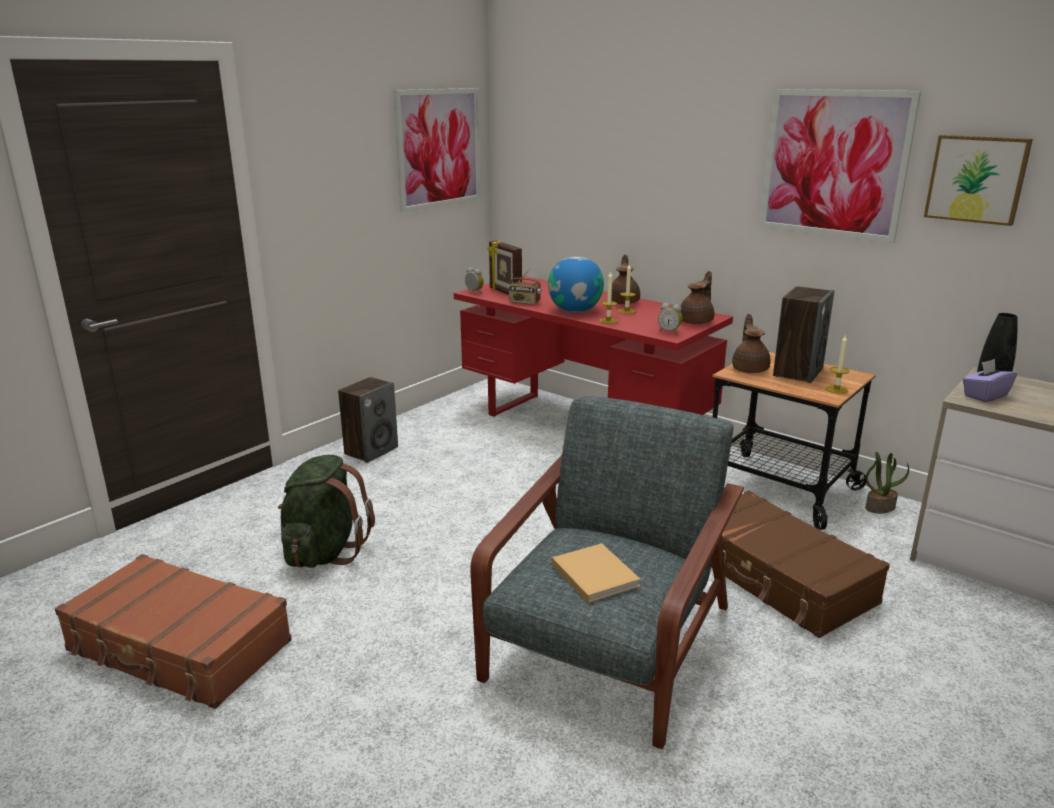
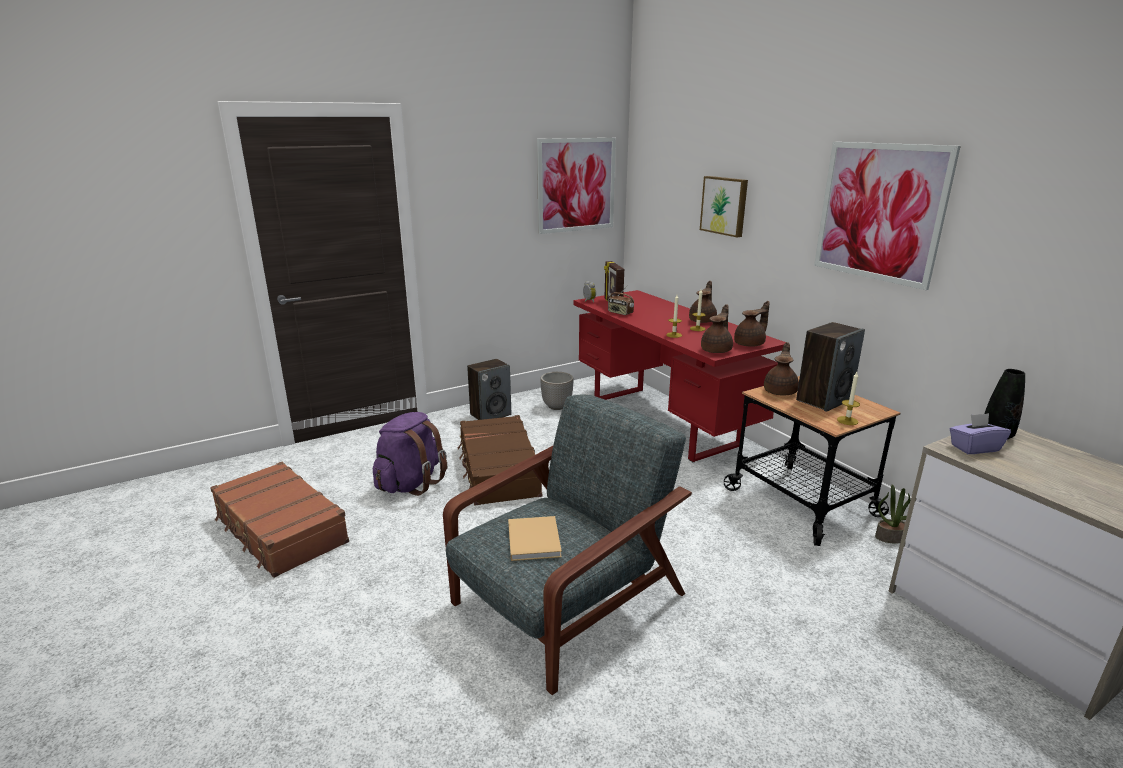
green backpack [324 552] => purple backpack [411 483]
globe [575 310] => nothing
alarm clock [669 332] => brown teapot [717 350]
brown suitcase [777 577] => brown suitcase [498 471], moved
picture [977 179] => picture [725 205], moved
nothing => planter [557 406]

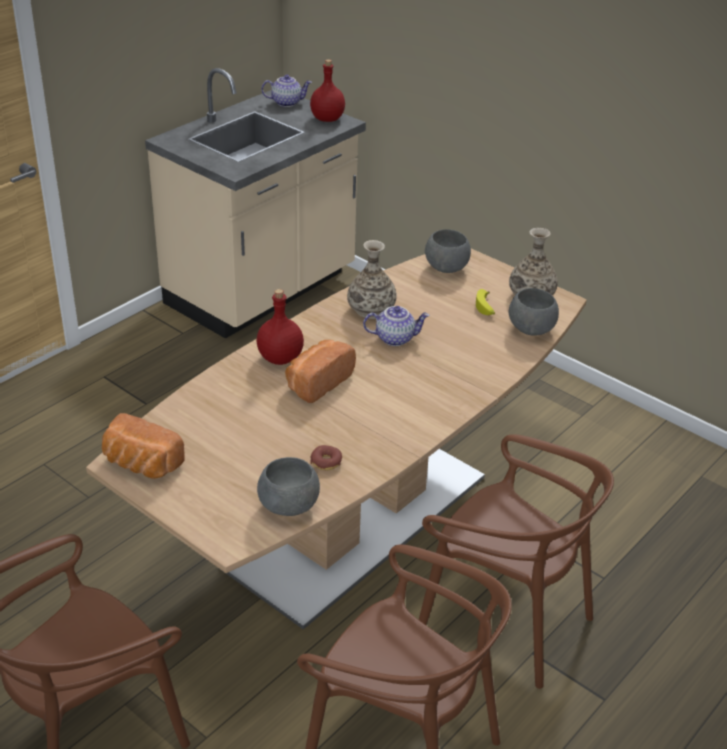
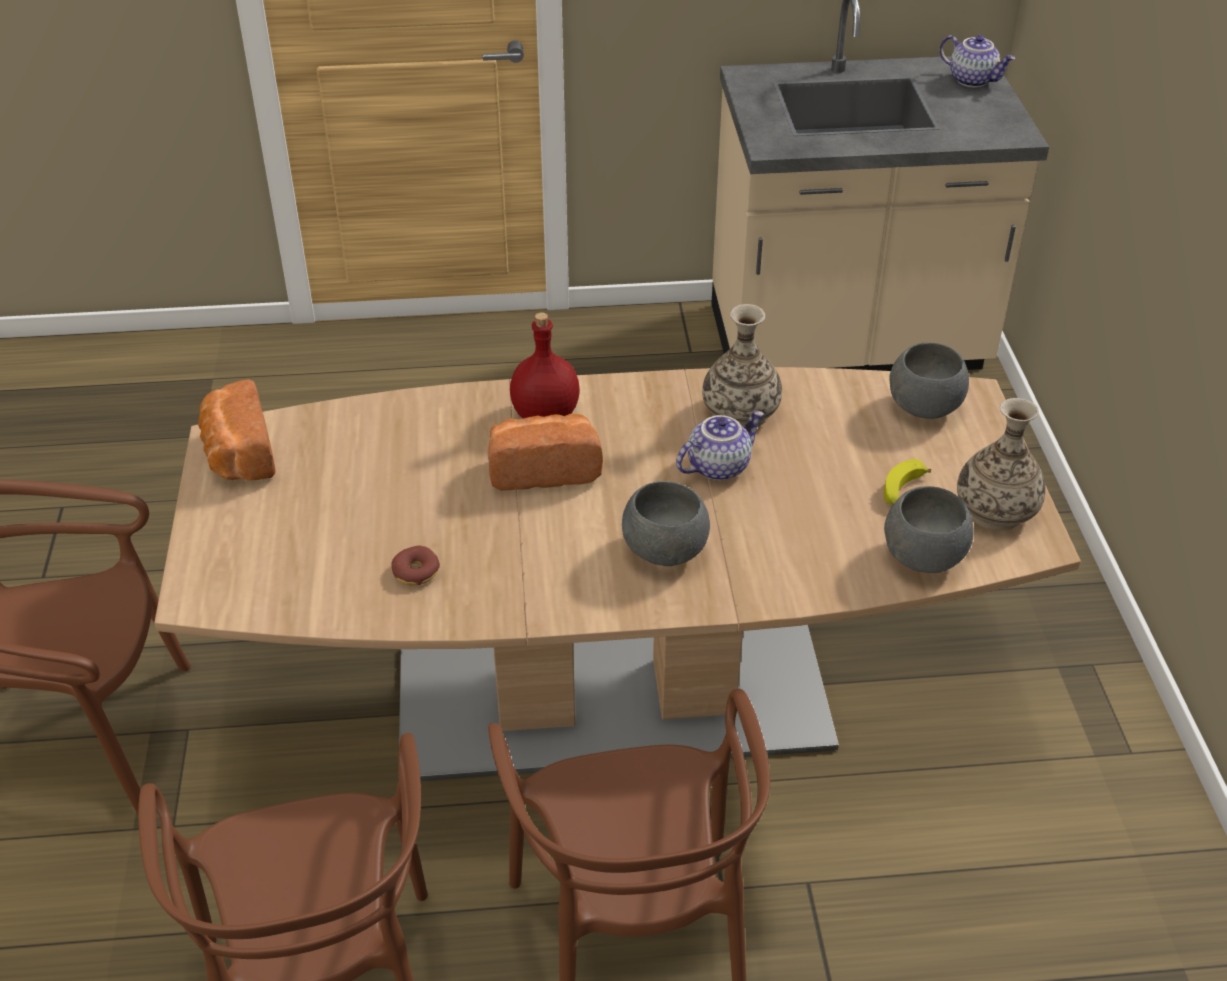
grey bowl [289 507] => grey bowl [664 552], moved
red bottle [328 119] => nothing
teapot [395 338] => teapot [718 466], 75 degrees counterclockwise

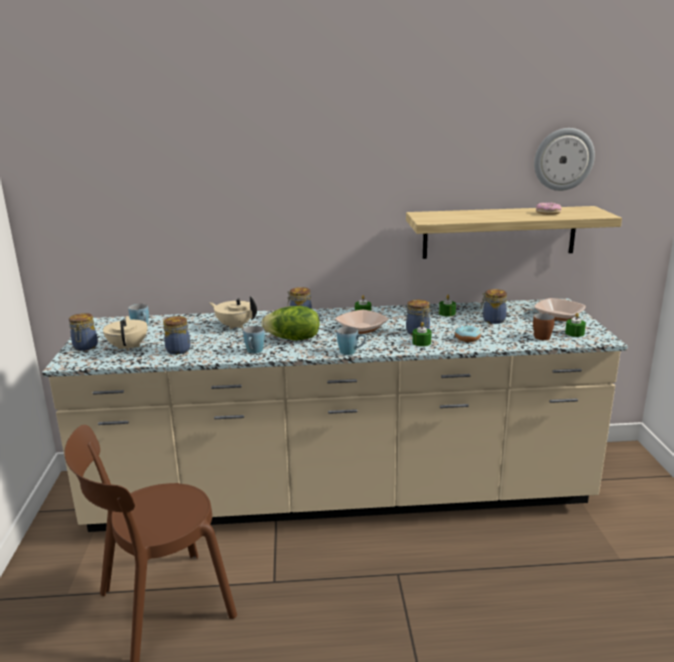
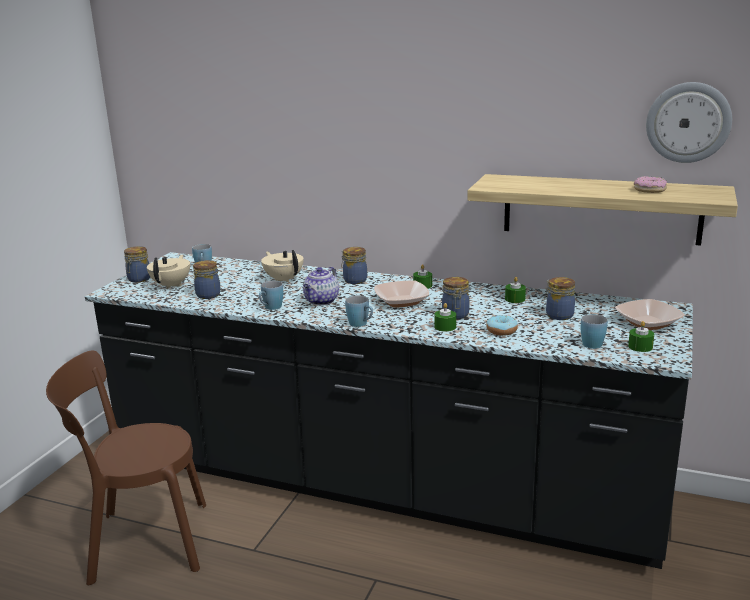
beige counter [340 493] => black counter [380 482]
lettuce [293 339] => teapot [321 301]
brown mug [540 336] => blue mug [592 342]

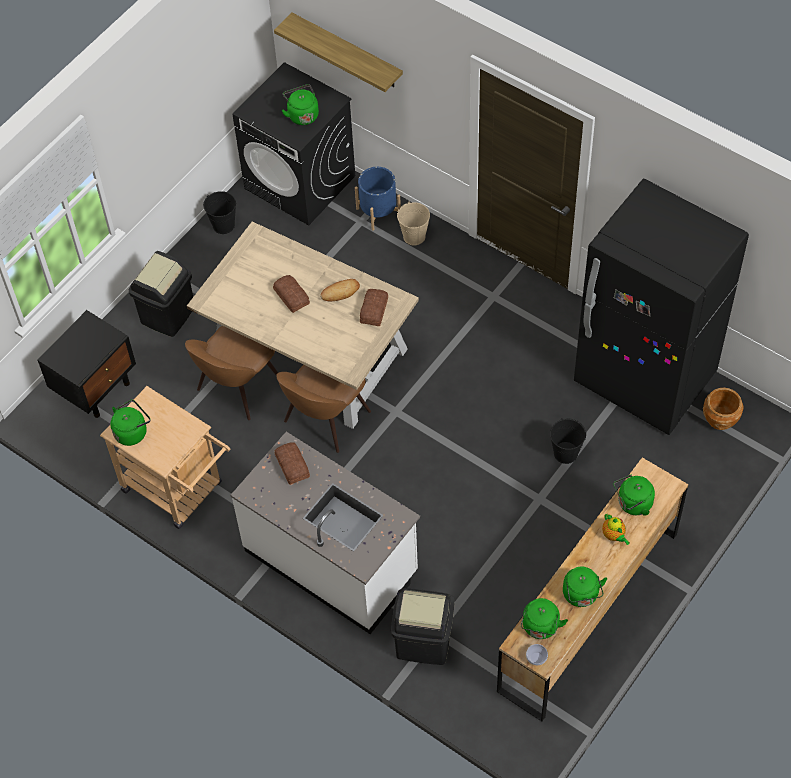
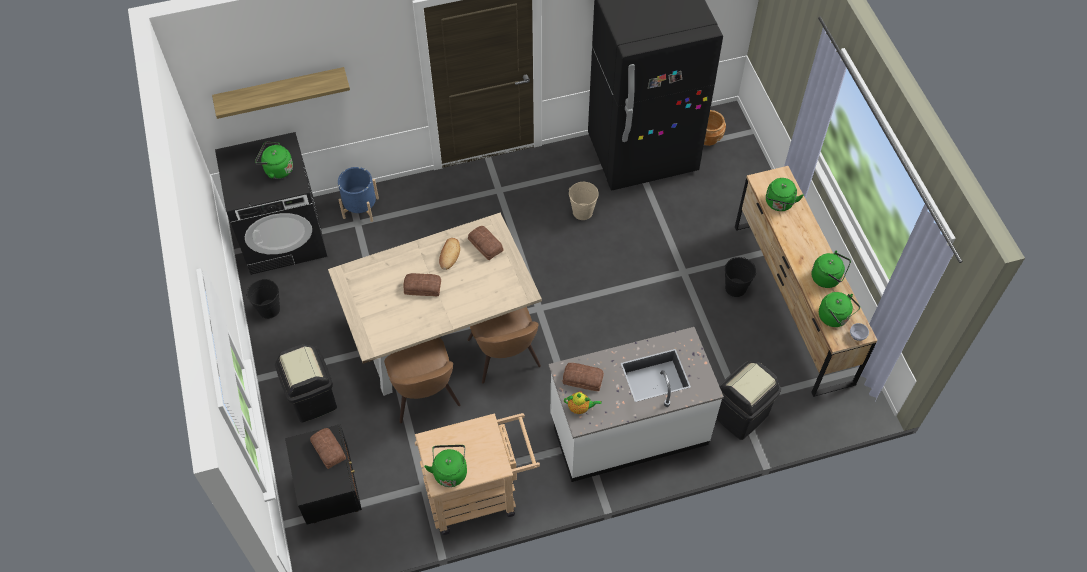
beige bucket [414 236] => beige bucket [582 211], moved
black bucket [565 453] => black bucket [735 288], moved
teapot [614 535] => teapot [580 408], moved
nothing => bread [328 450]

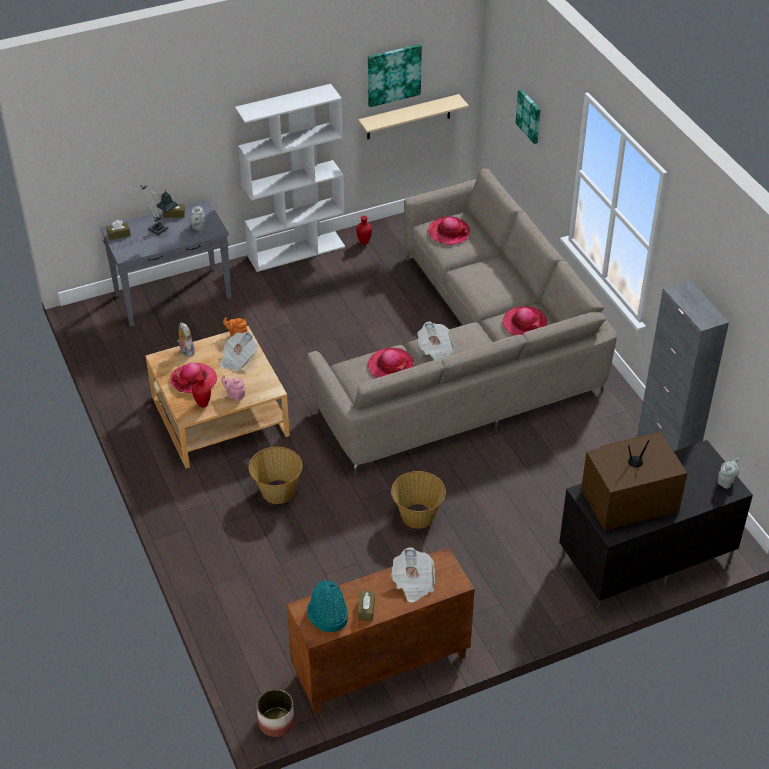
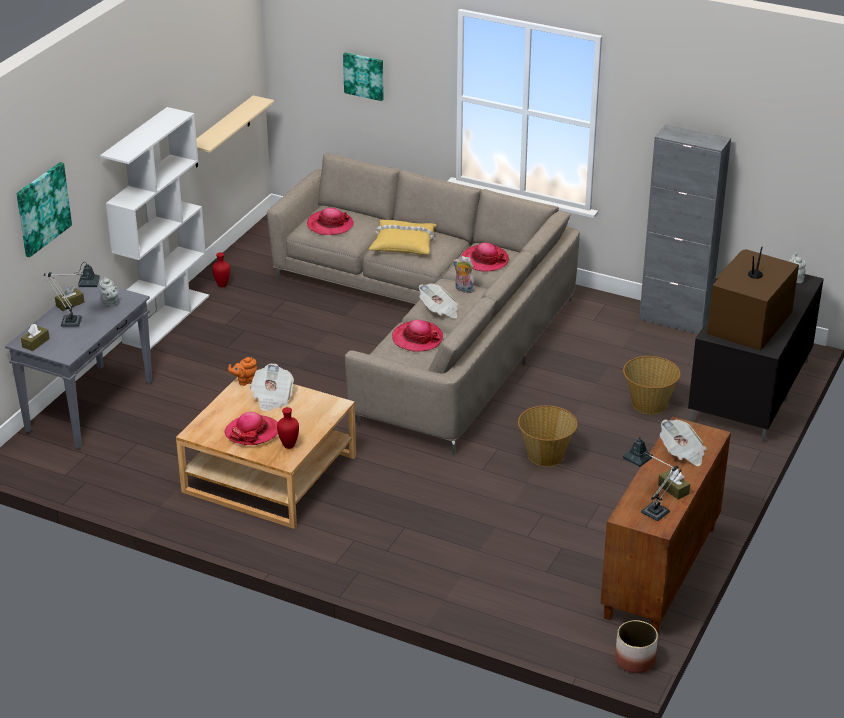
plush toy [186 351] => plush toy [463 290], moved
pink teapot [235 395] => nothing
basket [277 491] => basket [648 404], moved
turquoise hat [327 614] => table lamp [649 510]
picture [393 74] => picture [42 208], moved
nothing => yellow pillow [403 243]

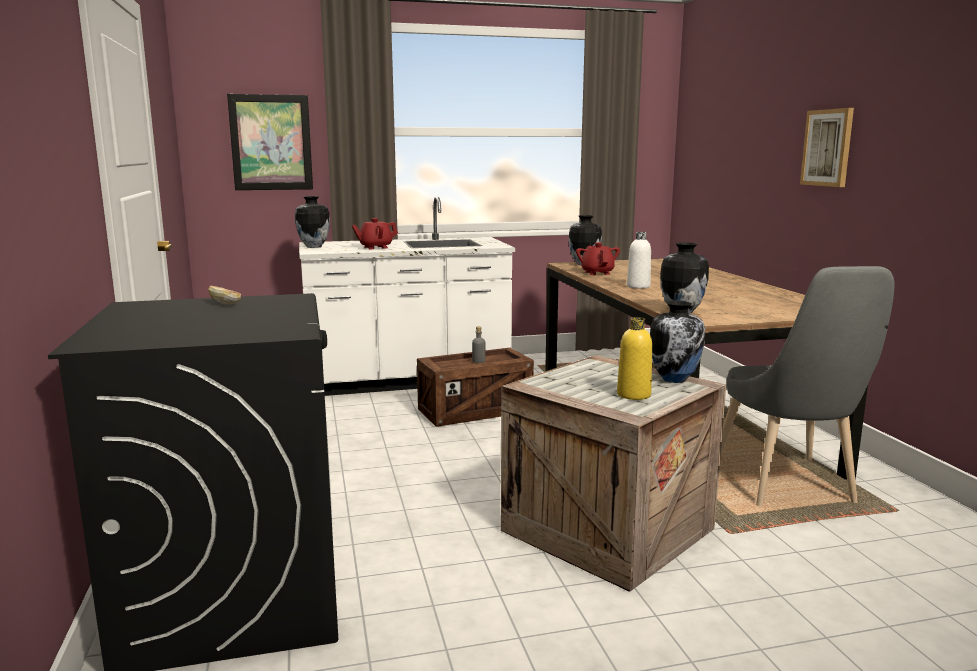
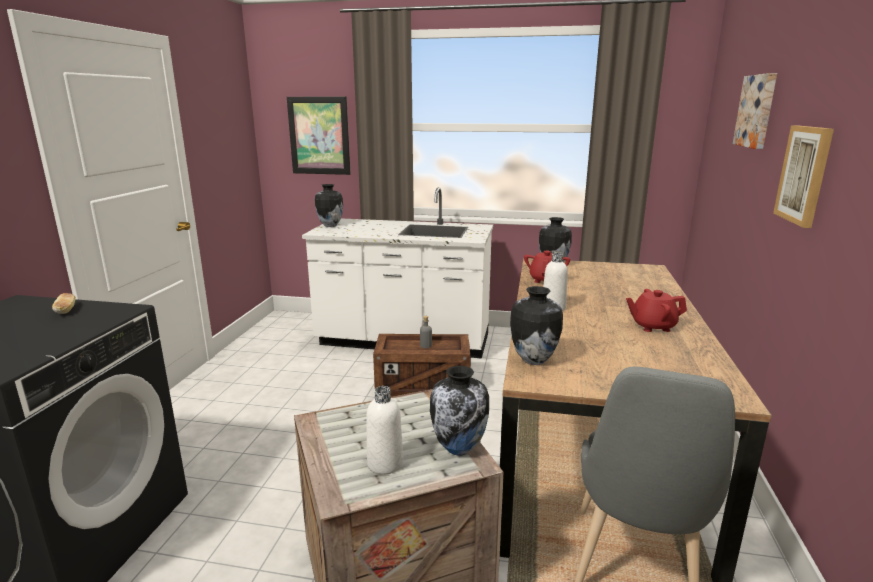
red teapot [375 247] => red teapot [652 326], moved
yellow bottle [633 395] => white bottle [385 463]
nothing => picture [757 111]

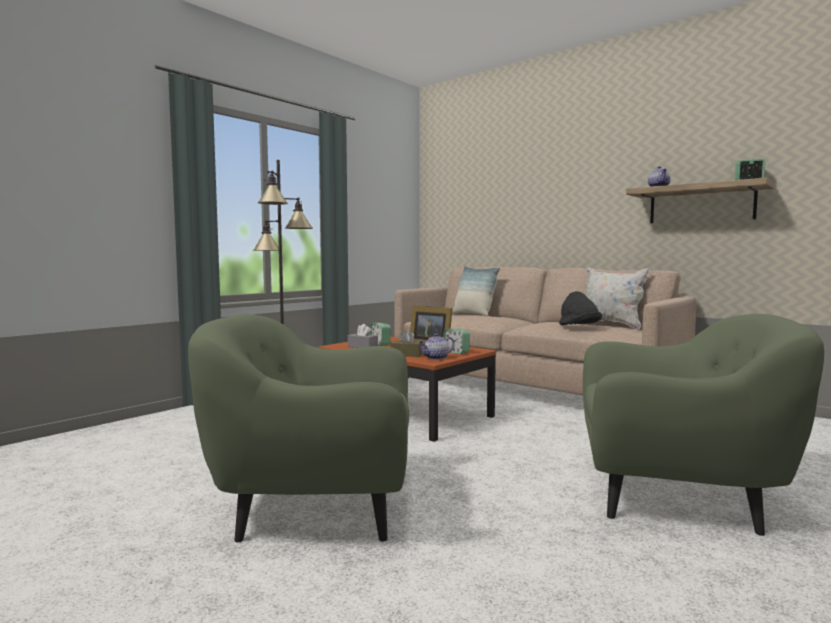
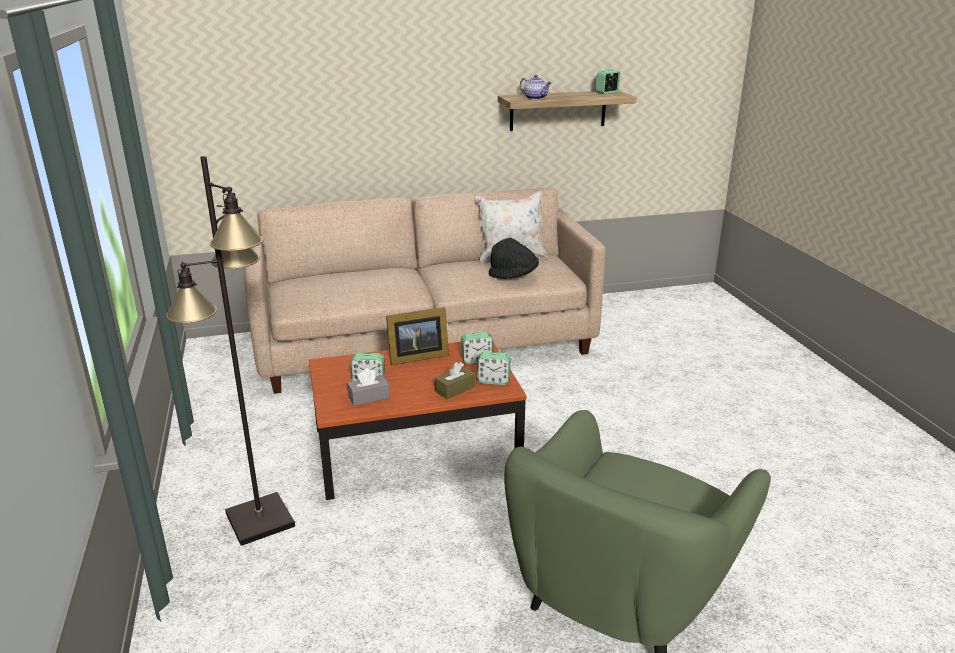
teapot [436 358] => alarm clock [493 381]
pillow [473 314] => nothing
green armchair [676 496] => nothing

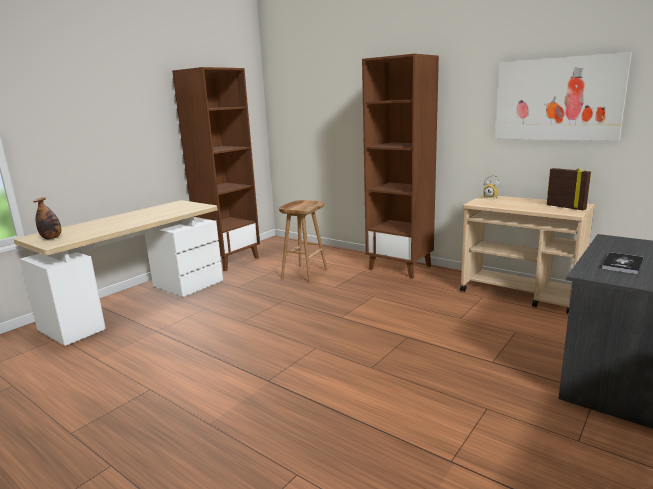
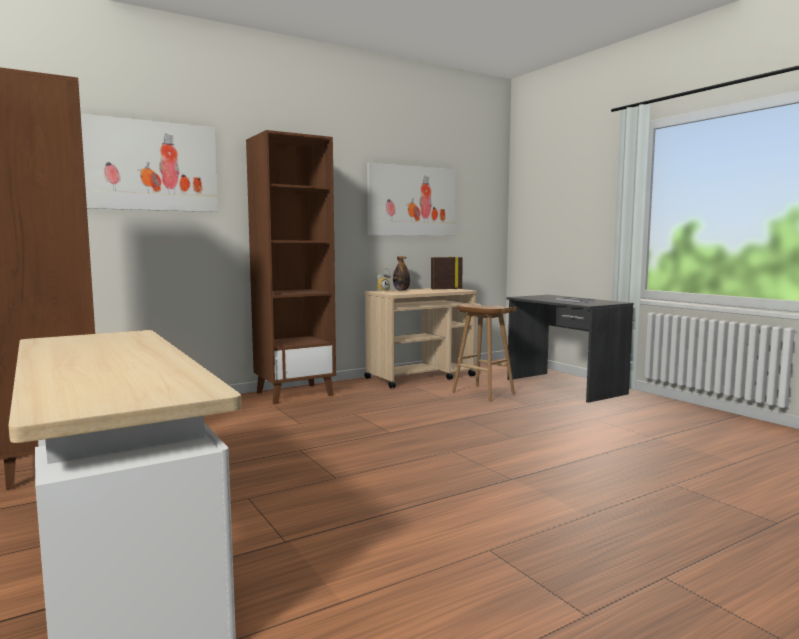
bottle [51 238] => bottle [401 290], moved
brown stool [304 274] => brown stool [482 393], moved
nothing => picture [149 166]

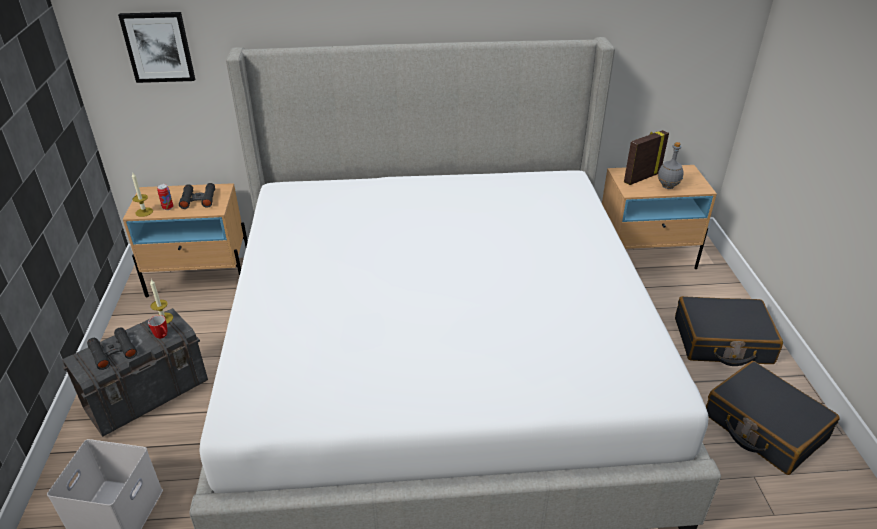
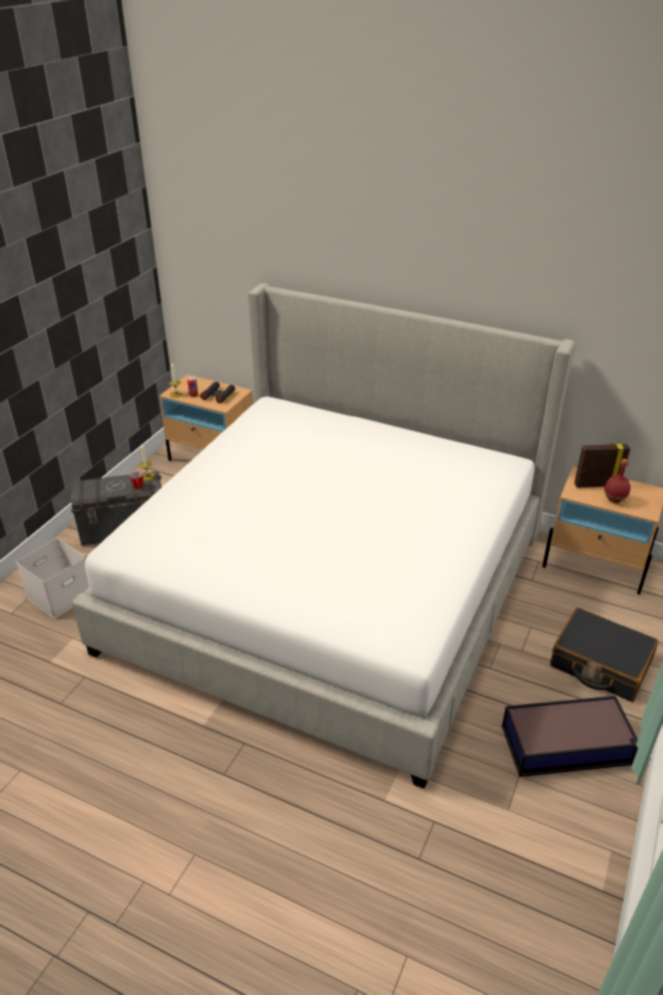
black binoculars [113 352] => nothing
picture [158 47] => nothing
grey bottle [667 186] => red bottle [613 500]
black suitcase [763 427] => storage box [567 745]

